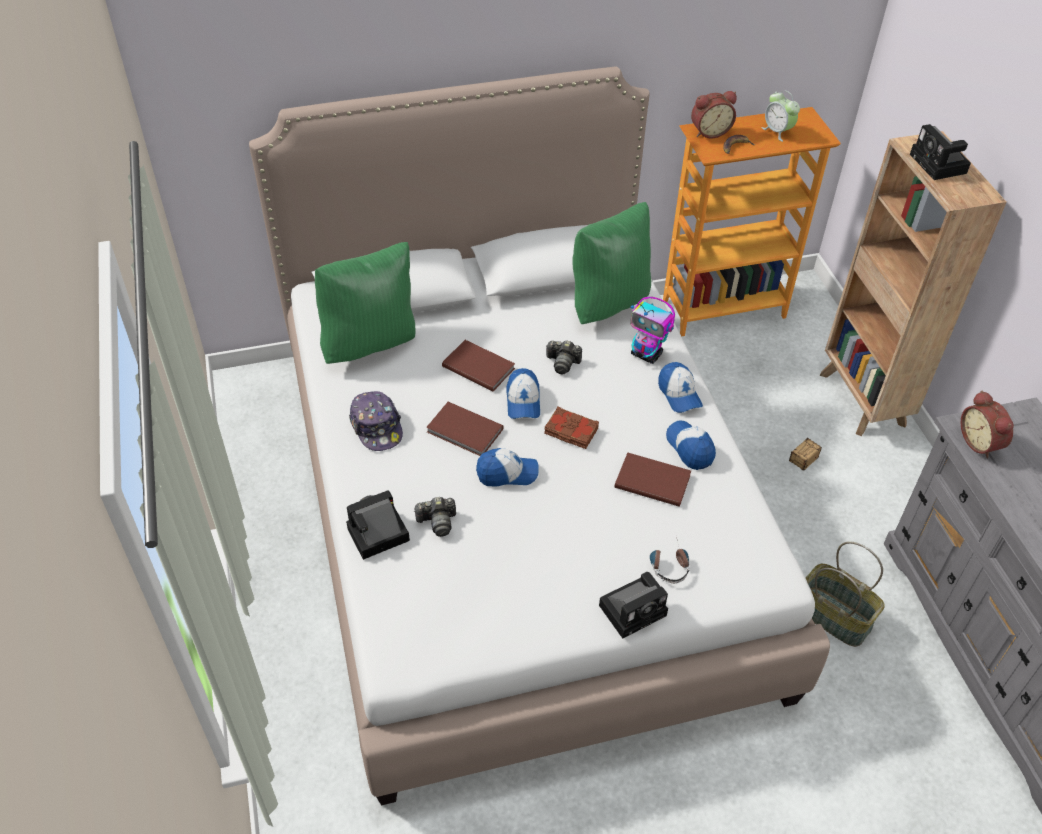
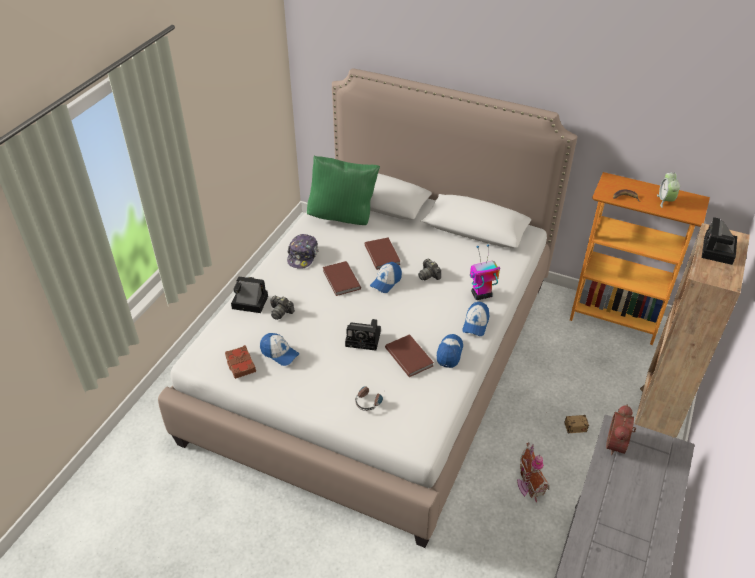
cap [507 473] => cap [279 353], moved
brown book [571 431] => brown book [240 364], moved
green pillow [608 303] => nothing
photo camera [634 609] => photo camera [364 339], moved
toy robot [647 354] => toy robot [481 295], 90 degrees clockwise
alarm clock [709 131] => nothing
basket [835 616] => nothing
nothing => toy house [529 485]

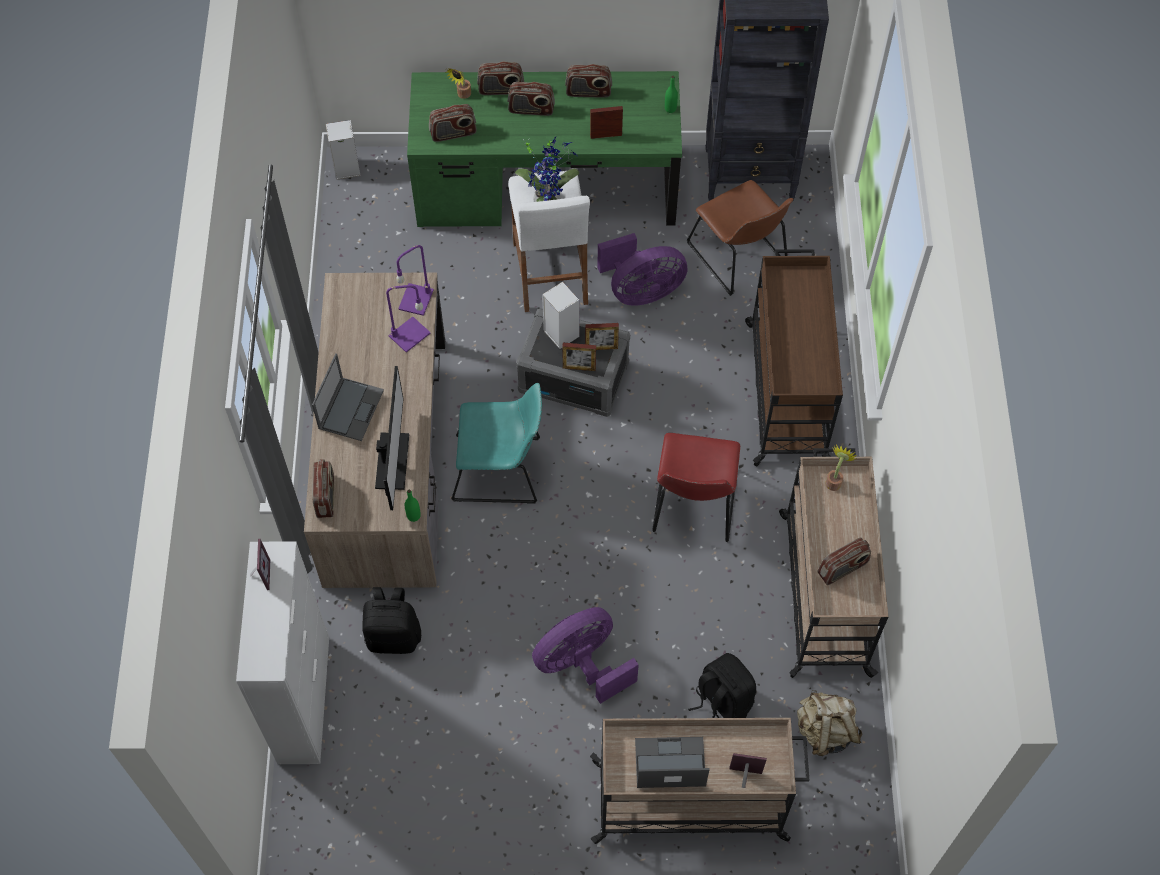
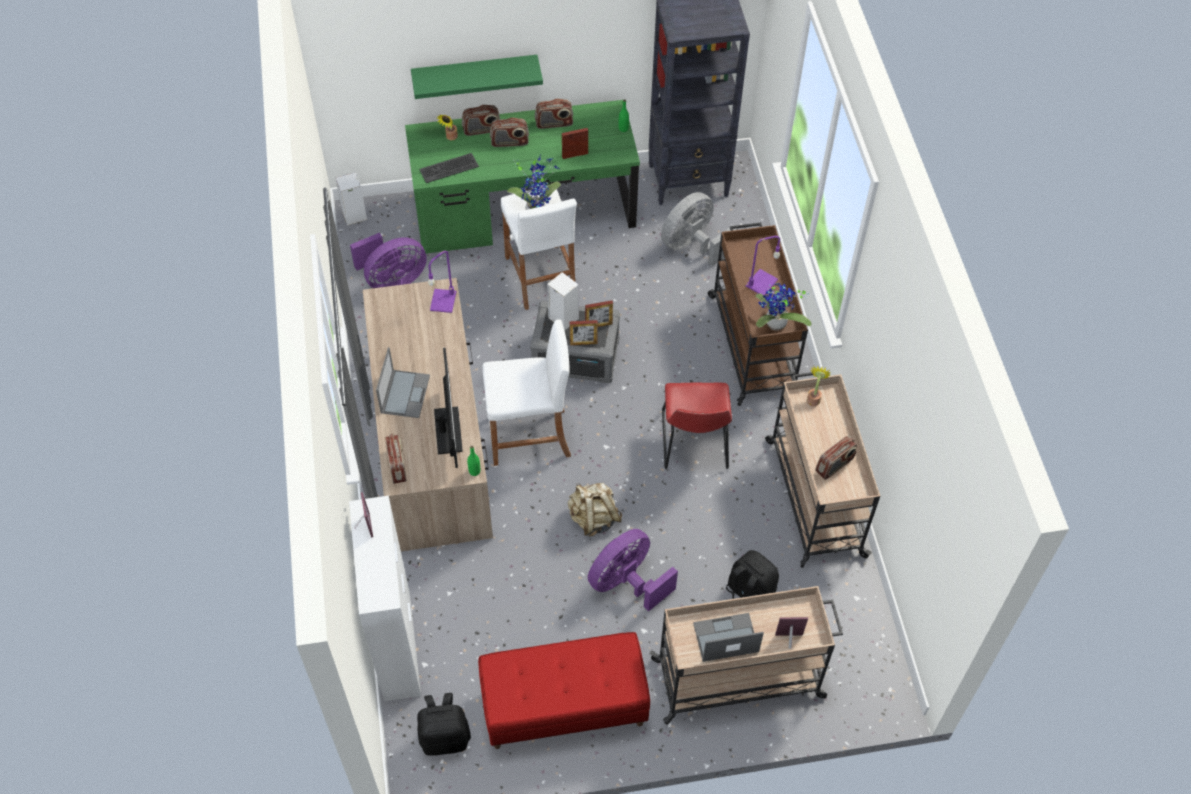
black backpack [394 636] => black backpack [445 737], moved
purple table lamp [409 335] => purple table lamp [761 283], moved
radio [453 133] => keyboard [449 168]
turquoise chair [501 470] => white stool [529 437]
purple fan [641 291] => purple fan [392 280], moved
brown chair [739 257] => grey fan [693 245]
beige backpack [825 731] => beige backpack [593 518], moved
nothing => green shelf [475 73]
nothing => red bench [564 707]
nothing => potted plant [775 325]

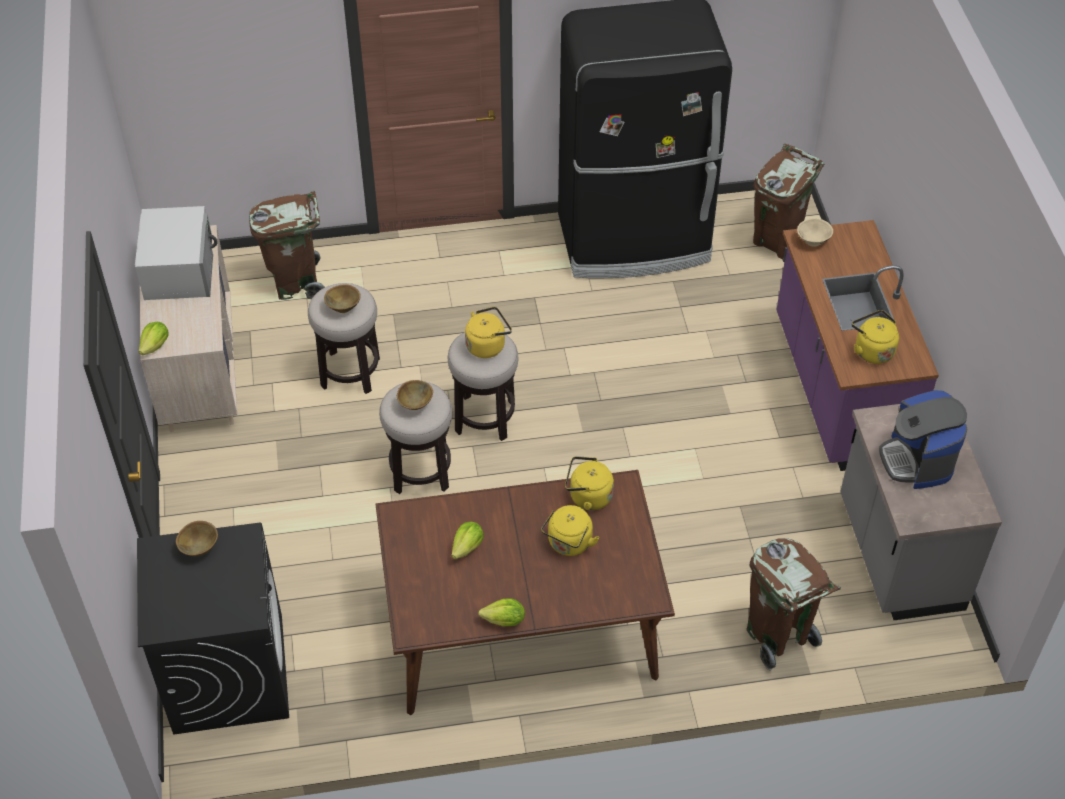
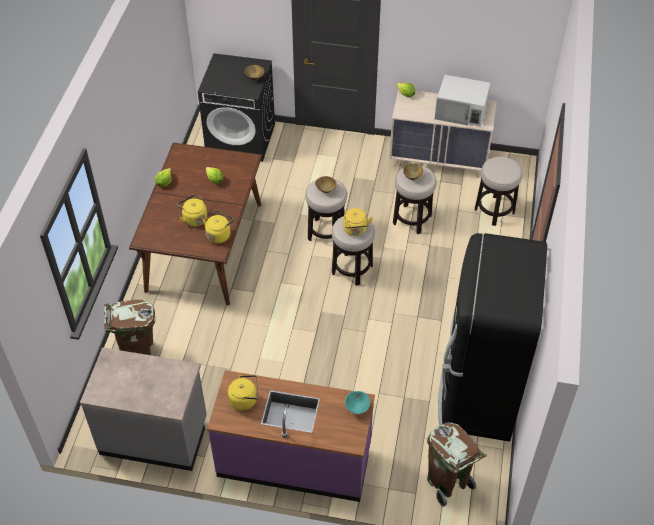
brown trash can [296 282] => stool [494 211]
beige bowl [813 241] => turquoise bowl [357 408]
coffee machine [917 460] => nothing

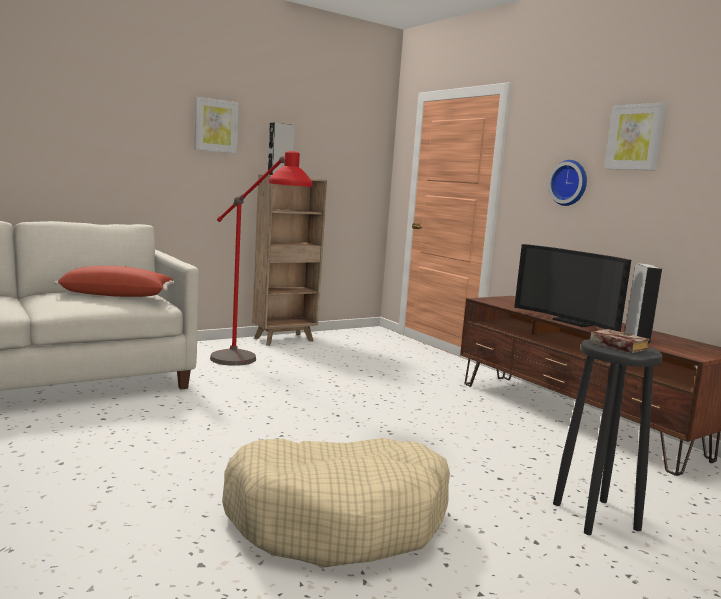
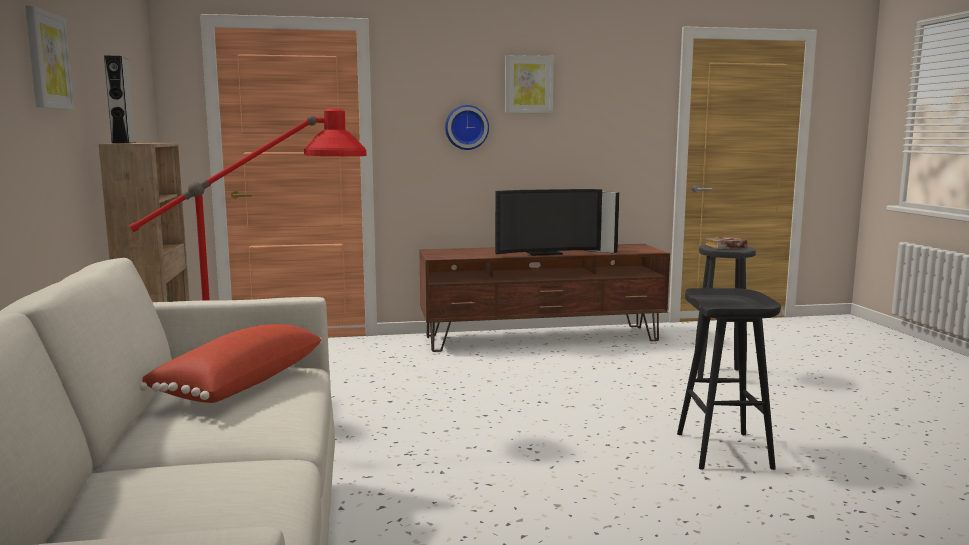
beige dog bed [338 519] => black stool [725 451]

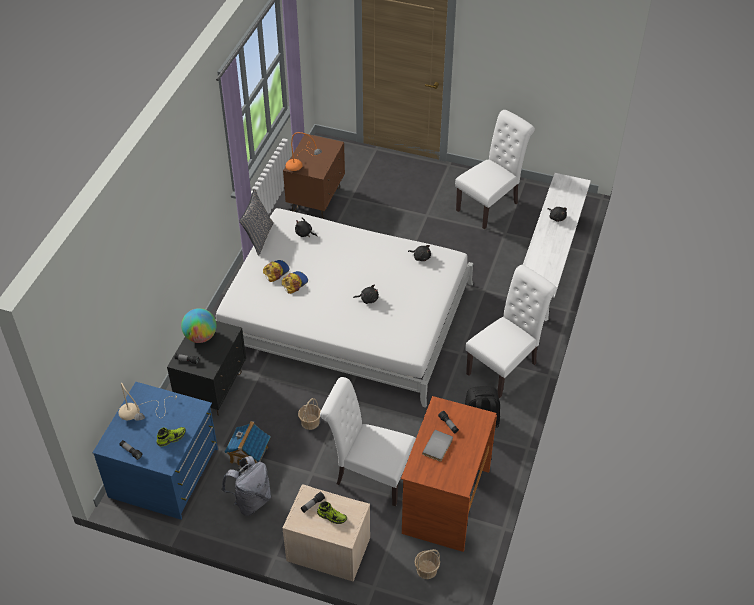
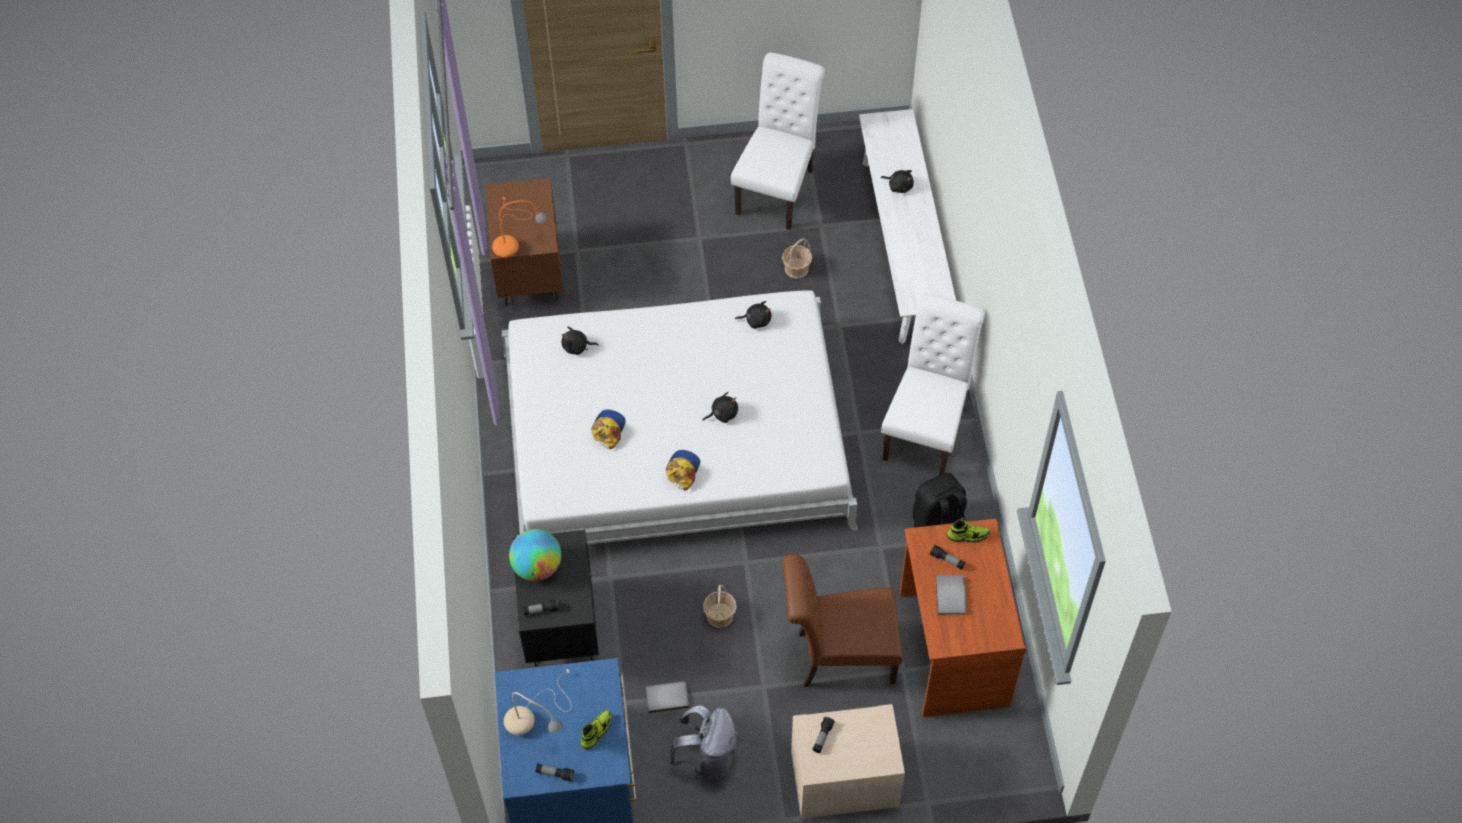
toy house [249 454] => grey book [667 696]
grey pillow [258 238] => nothing
cap [276 271] => cap [682 470], moved
shoe [332 516] => shoe [968 535], moved
white chair [369 475] => brown chair [838 657]
basket [426 569] => basket [796 268], moved

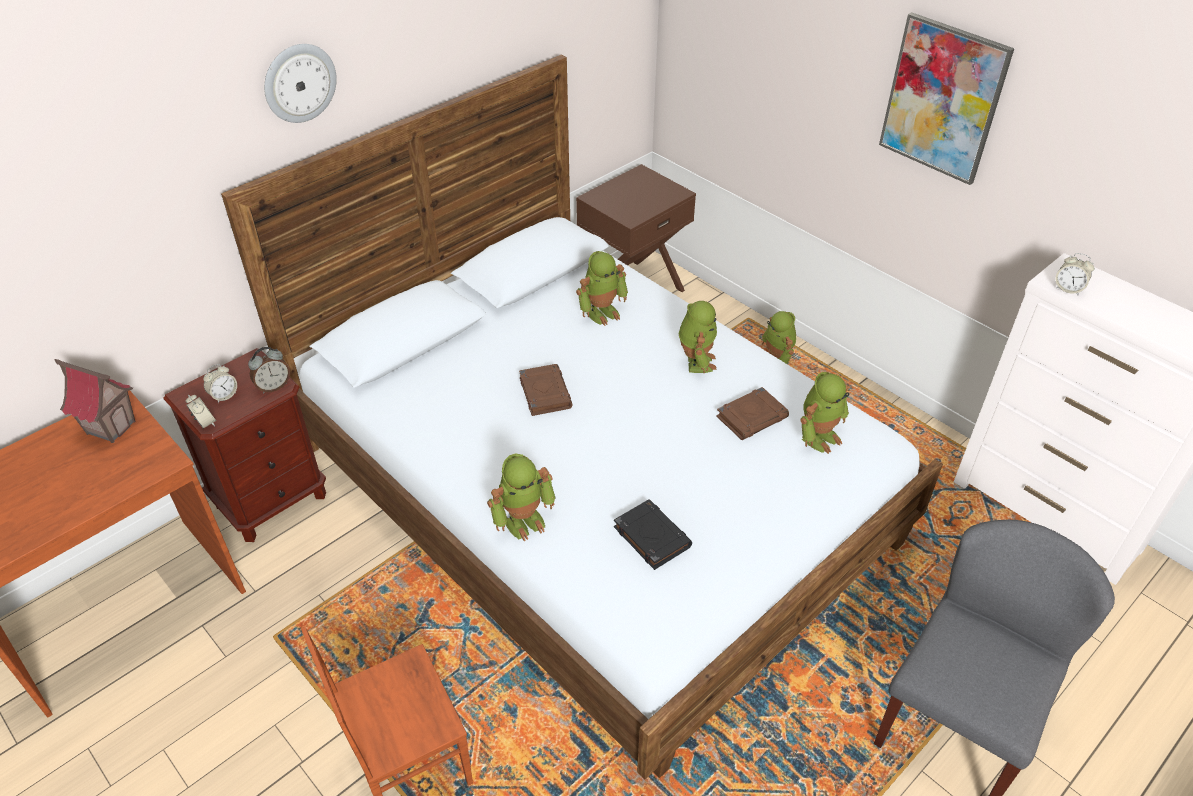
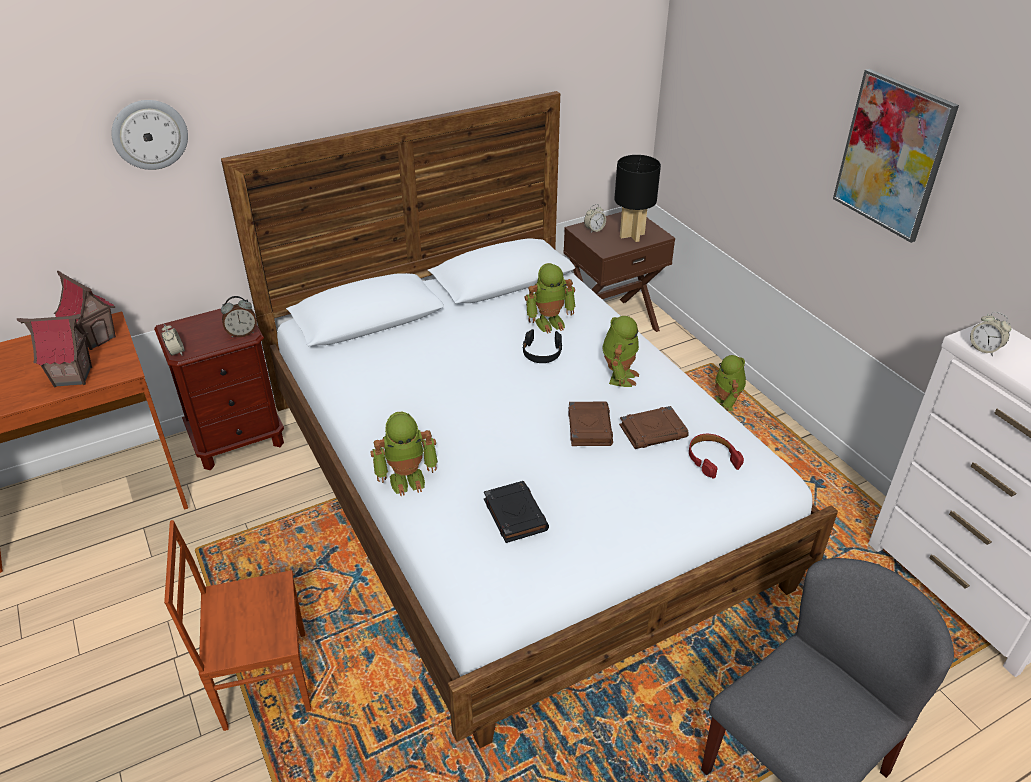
alarm clock [224 395] => alarm clock [594 230], moved
wall clock [299 83] => wall clock [150 134], moved
brown book [544 392] => brown book [589 427], moved
toy robot [818 436] => red headphones [711 459]
nothing => toy house [73 377]
nothing => black headphones [542 352]
nothing => black table lamp [632 235]

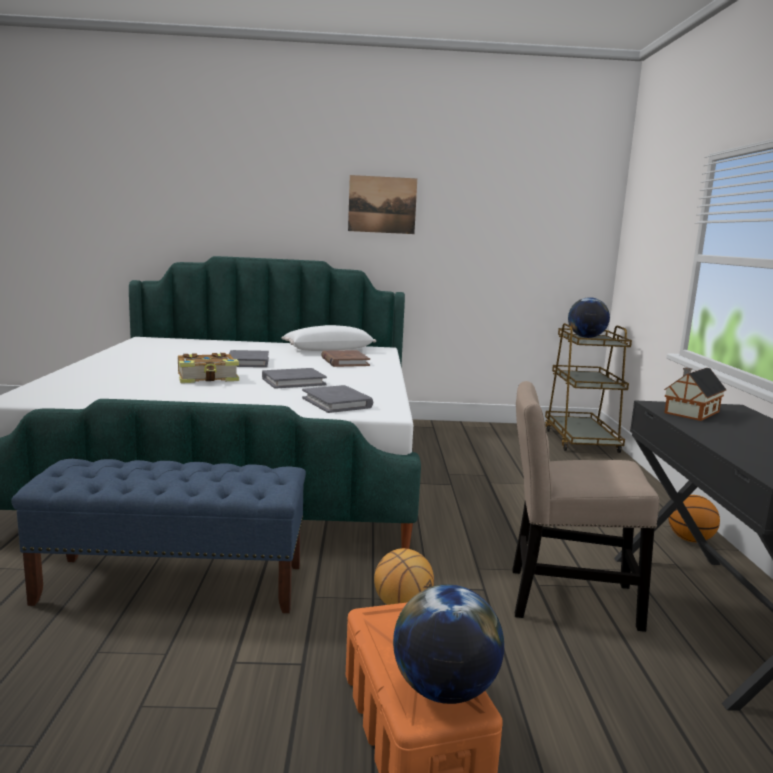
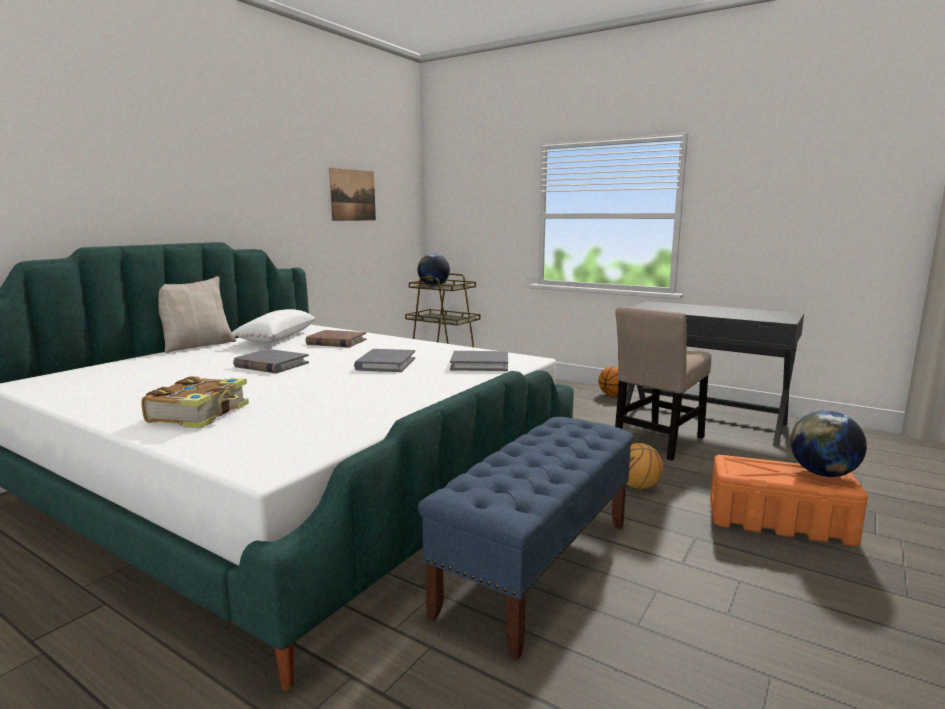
book [208 378] => book [200 414], moved
picture [382 205] => picture [353 195], moved
toy house [690 412] => nothing
nothing => beige pillow [197 345]

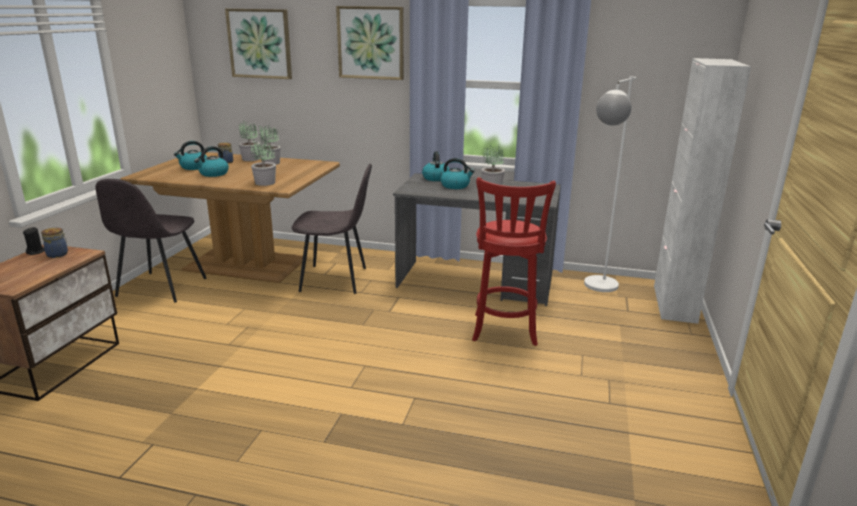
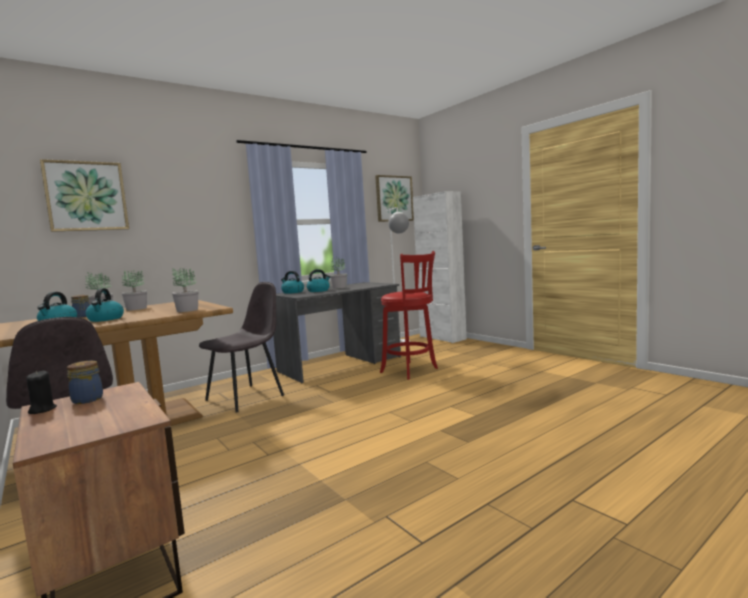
picture [371 43] => picture [394 198], moved

